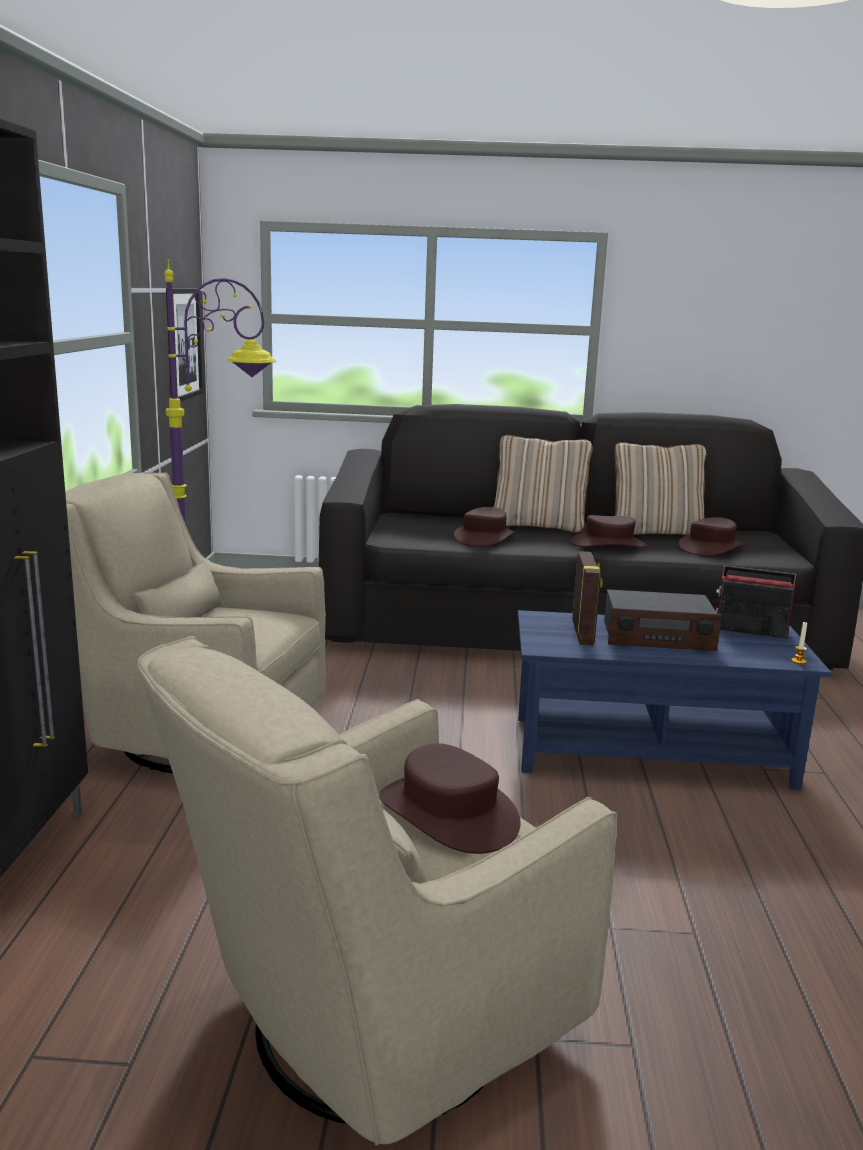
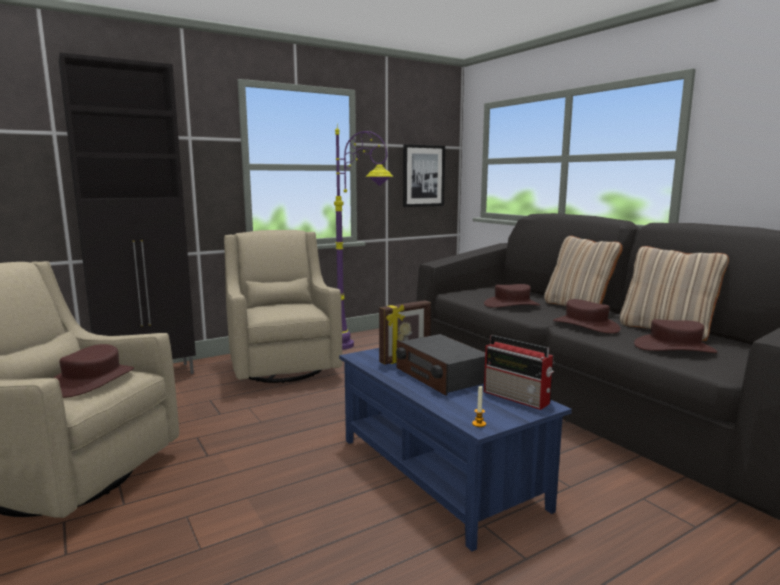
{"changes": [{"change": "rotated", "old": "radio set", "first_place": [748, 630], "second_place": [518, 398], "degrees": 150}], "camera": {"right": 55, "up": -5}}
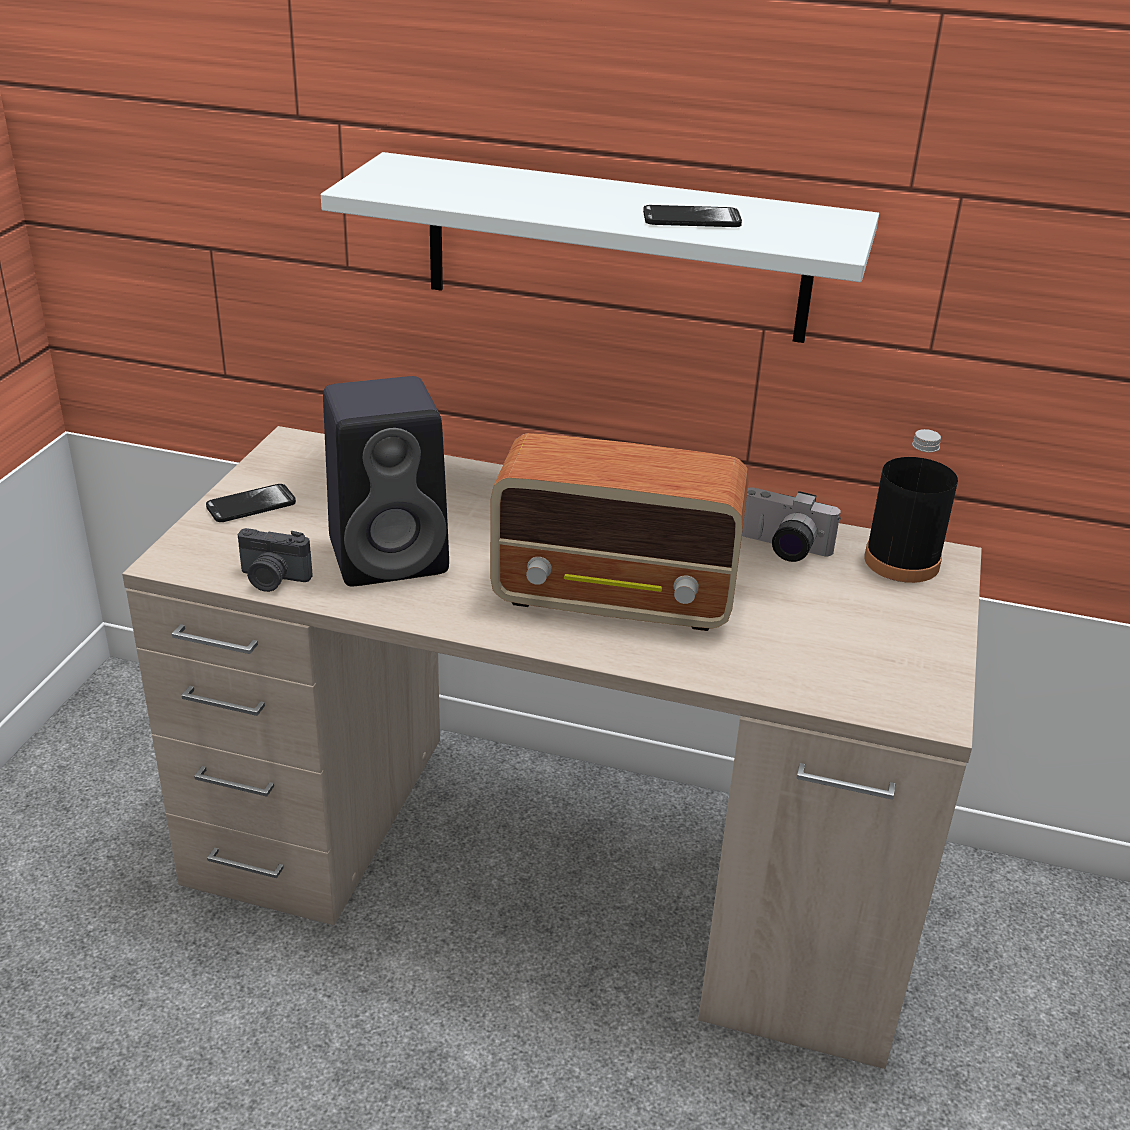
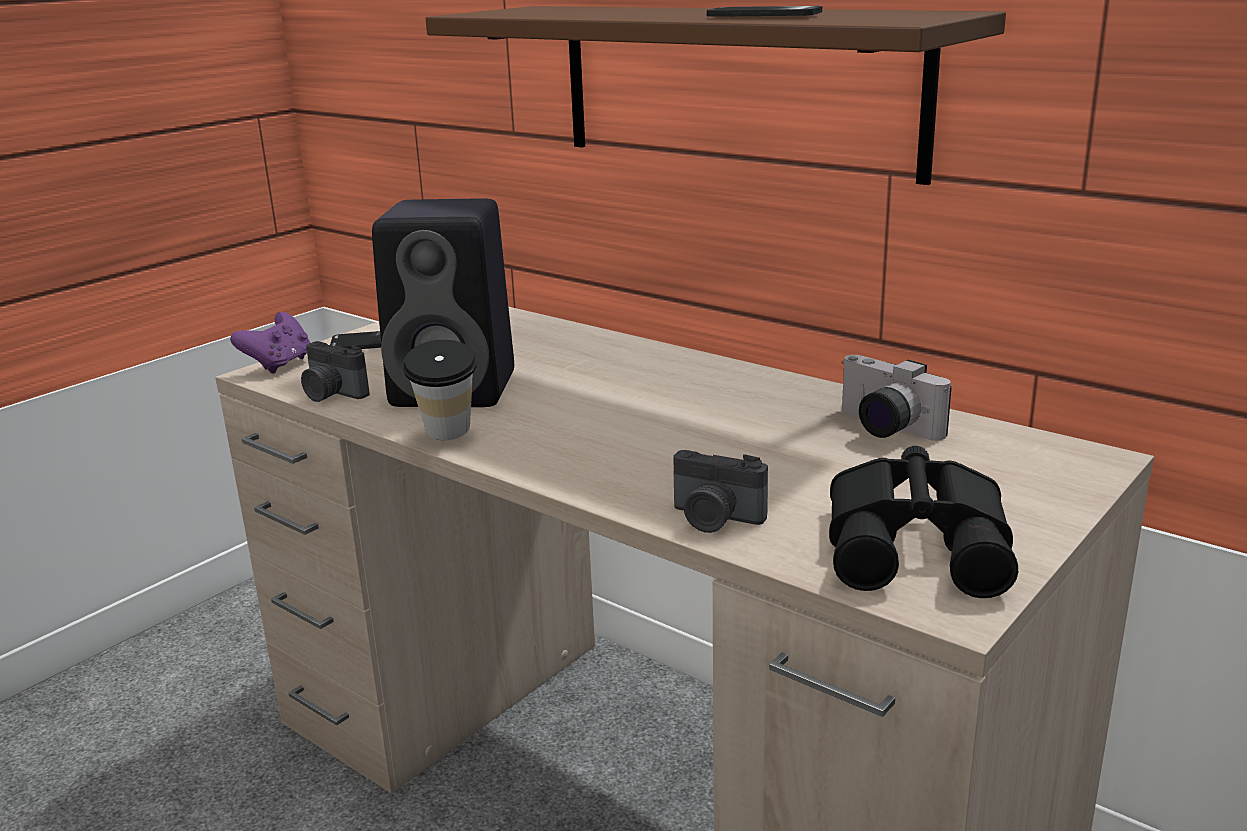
{"changes": [{"change": "repainted", "old": "whitish wall shelf", "new": "brownish wall shelf", "first_place": [616, 249], "second_place": [734, 87]}, {"change": "gone", "old": "blackish beverage bottle", "first_place": [901, 561]}, {"change": "gone", "old": "radio set", "first_place": [617, 597]}, {"change": "new", "new": "purple-coloured gamepad", "second_place": [279, 365]}, {"change": "new", "new": "small cup", "second_place": [448, 438]}, {"change": "new", "new": "blackish binoculars", "second_place": [920, 544]}, {"change": "new", "new": "still camera", "second_place": [714, 519]}], "camera": {"right": 25, "up": -10}}
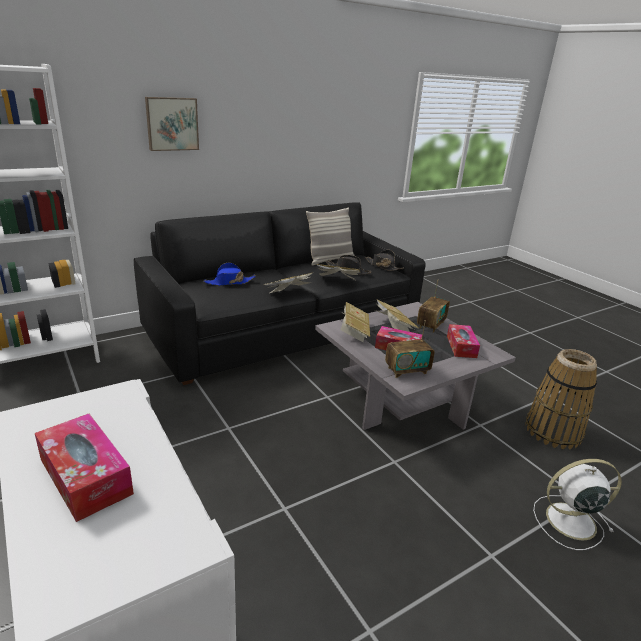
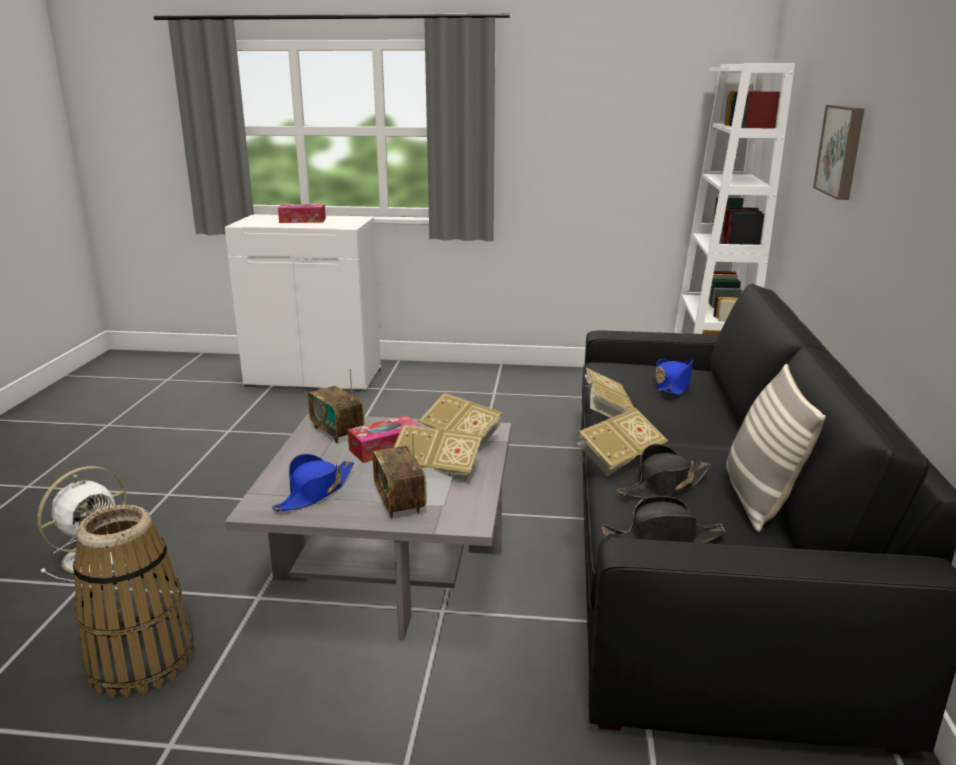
{"changes": [{"change": "rotated", "old": "radio set", "first_place": [407, 370], "second_place": [337, 432], "degrees": -60}, {"change": "swapped", "old": "tissue holder", "new": "blue-coloured wearable hat", "first_place": [461, 346], "second_place": [315, 492]}], "camera": {"right": 130, "up": -5}}
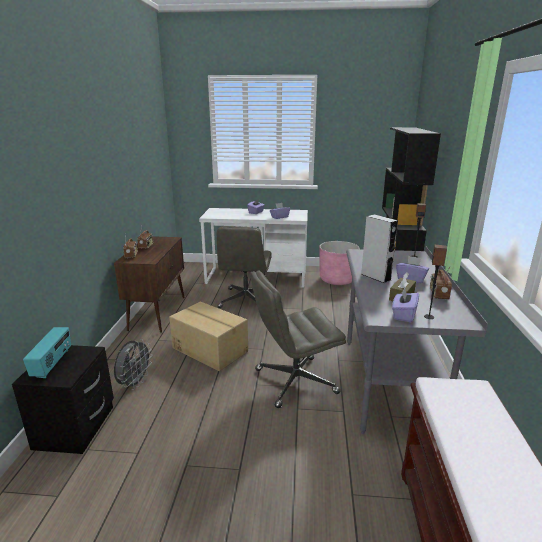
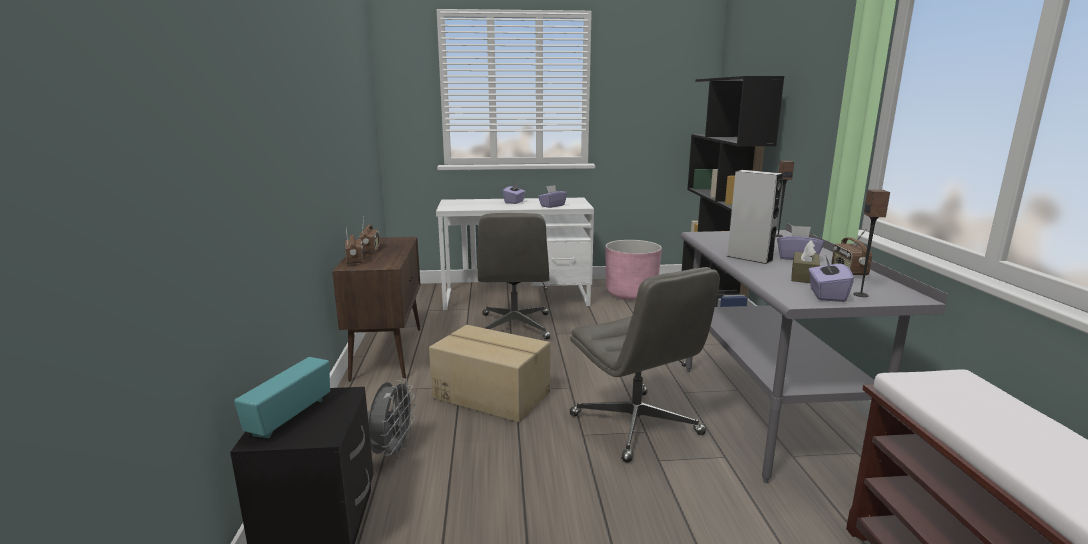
{"changes": [{"change": "rotated", "old": "gray office chair", "first_place": [294, 381], "second_place": [637, 425], "degrees": -90}, {"change": "rotated", "old": "radio set", "first_place": [53, 363], "second_place": [289, 416], "degrees": -150}], "camera": {"right": -10, "up": -5}}
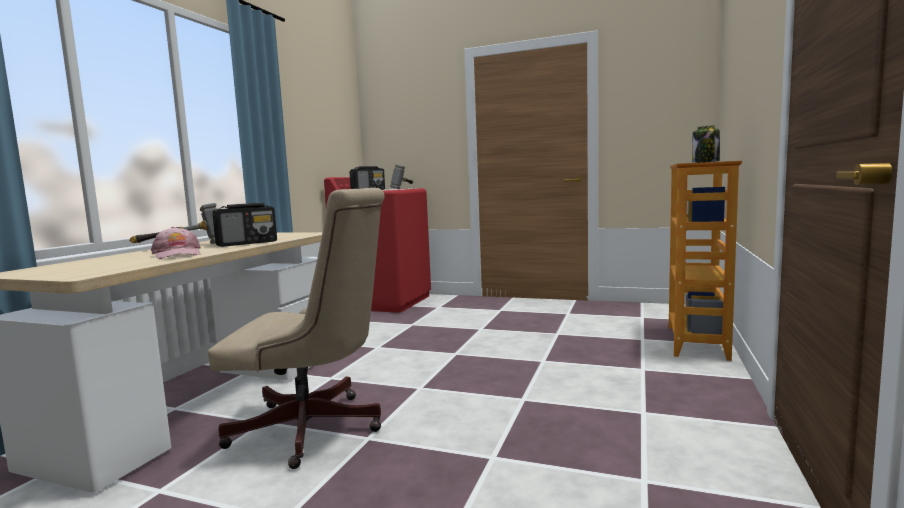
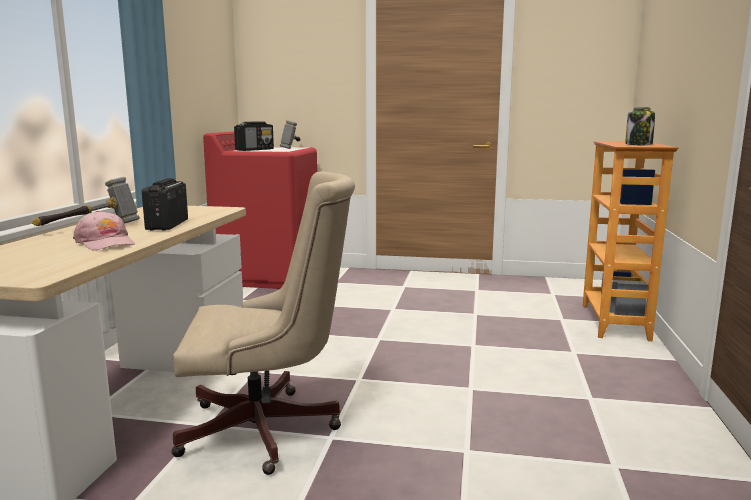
{"changes": [{"change": "rotated", "old": "radio set", "first_place": [247, 243], "second_place": [167, 225], "degrees": 135}], "camera": {"right": -10, "up": 5}}
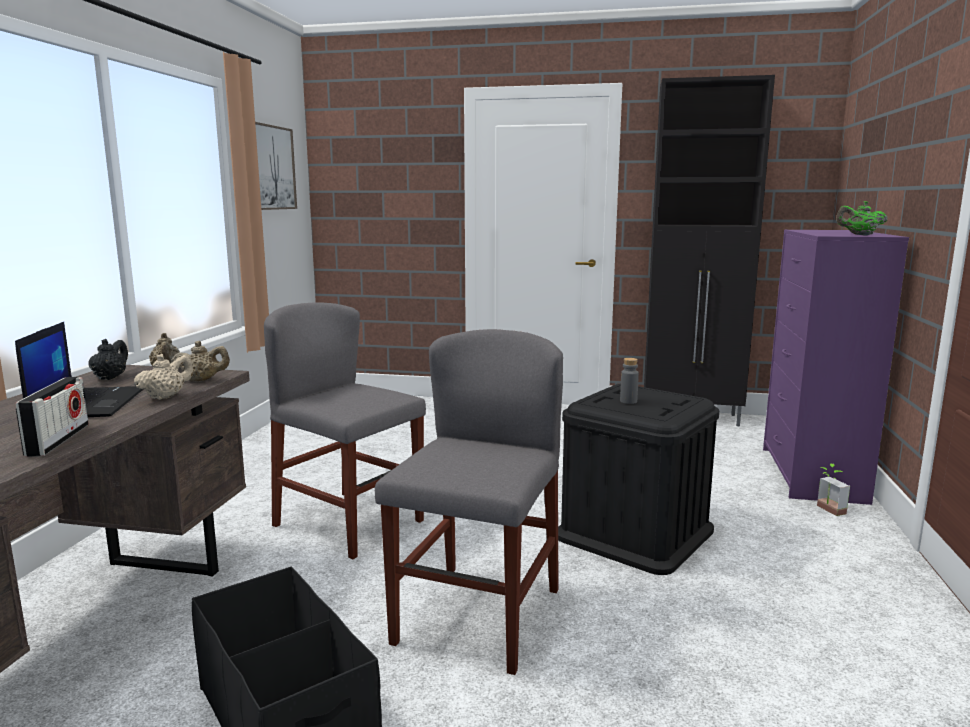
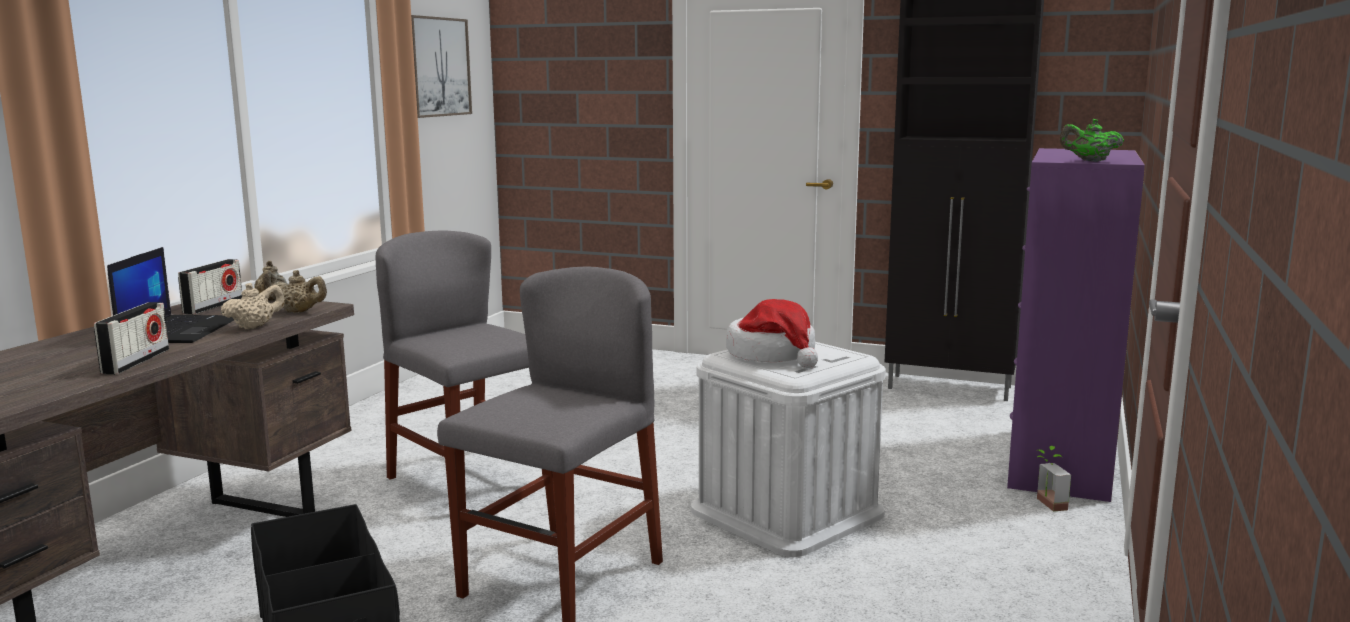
{"changes": [{"change": "swapped", "old": "blackish pot for tea", "new": "radio set", "first_place": [110, 378], "second_place": [213, 306]}, {"change": "swapped", "old": "gray beverage bottle", "new": "wearable hat", "first_place": [628, 401], "second_place": [773, 355]}, {"change": "repainted", "old": "blackish storage box", "new": "whitish storage box", "first_place": [634, 532], "second_place": [787, 512]}], "camera": {"right": 10, "up": 0}}
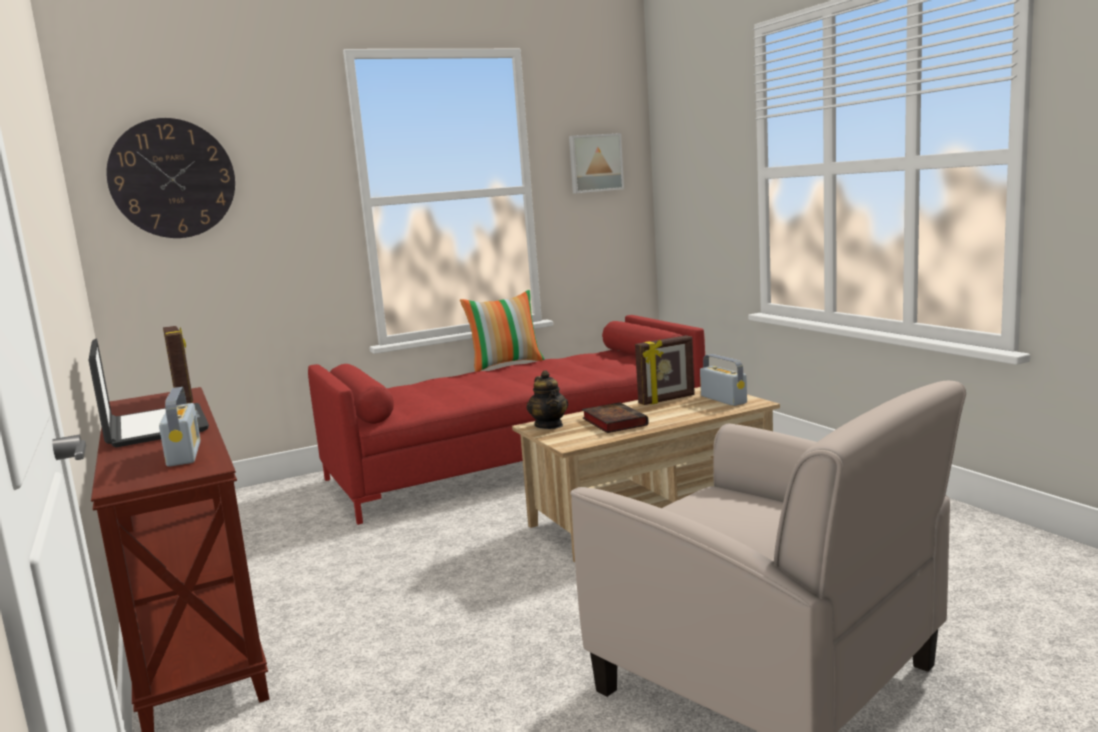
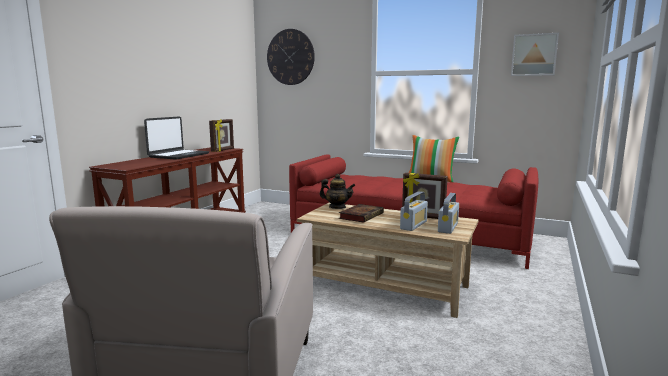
{"changes": [{"change": "rotated", "old": "pot for tea", "first_place": [549, 425], "second_place": [337, 207], "degrees": -105}, {"change": "shifted", "old": "radio set", "first_place": [184, 454], "second_place": [413, 225]}], "camera": {"right": 50, "up": 0}}
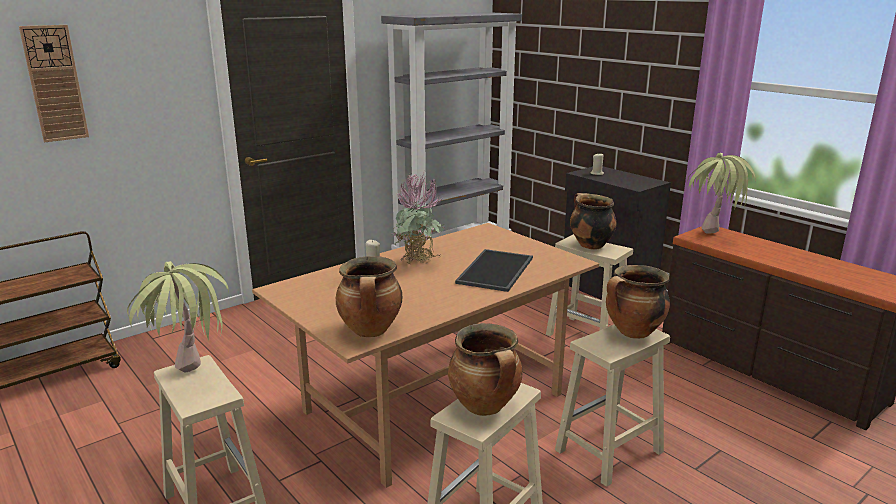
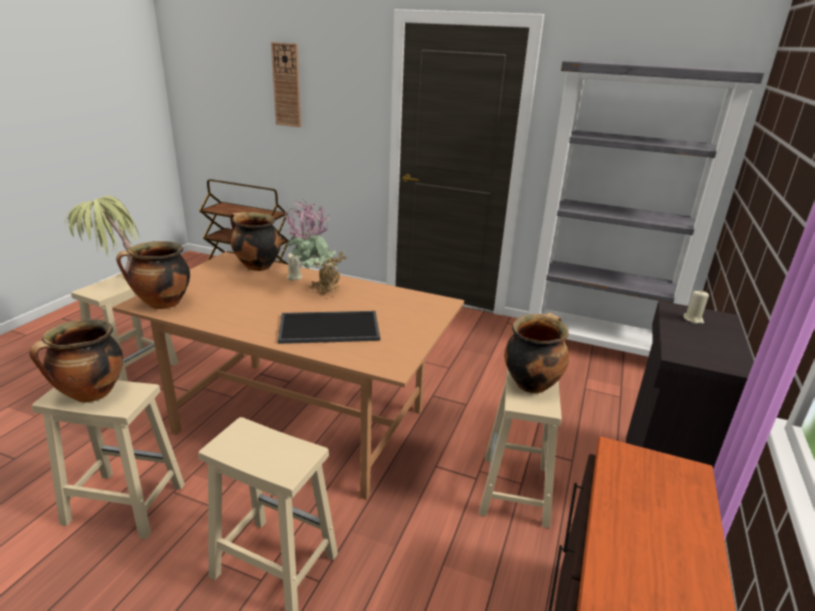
{"changes": [{"change": "gone", "old": "plant in a pot", "first_place": [711, 239]}, {"change": "shifted", "old": "cooking pot", "first_place": [633, 333], "second_place": [256, 266]}], "camera": {"right": 60, "up": 5}}
